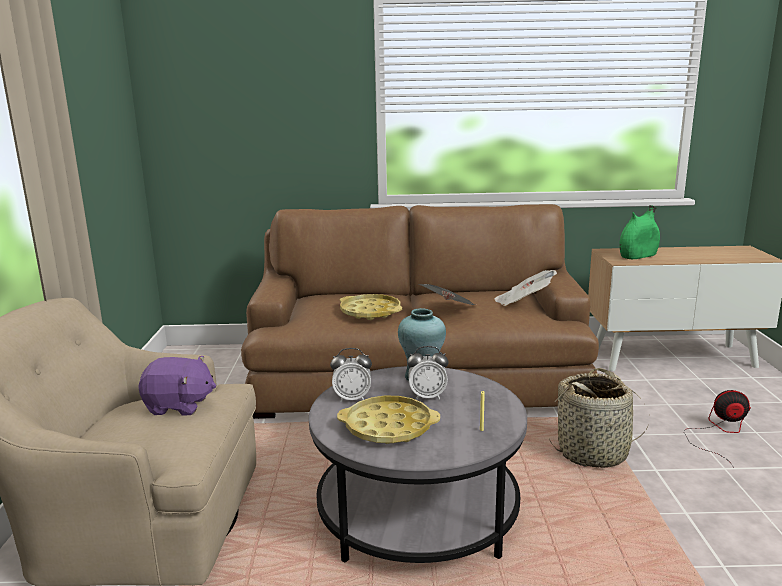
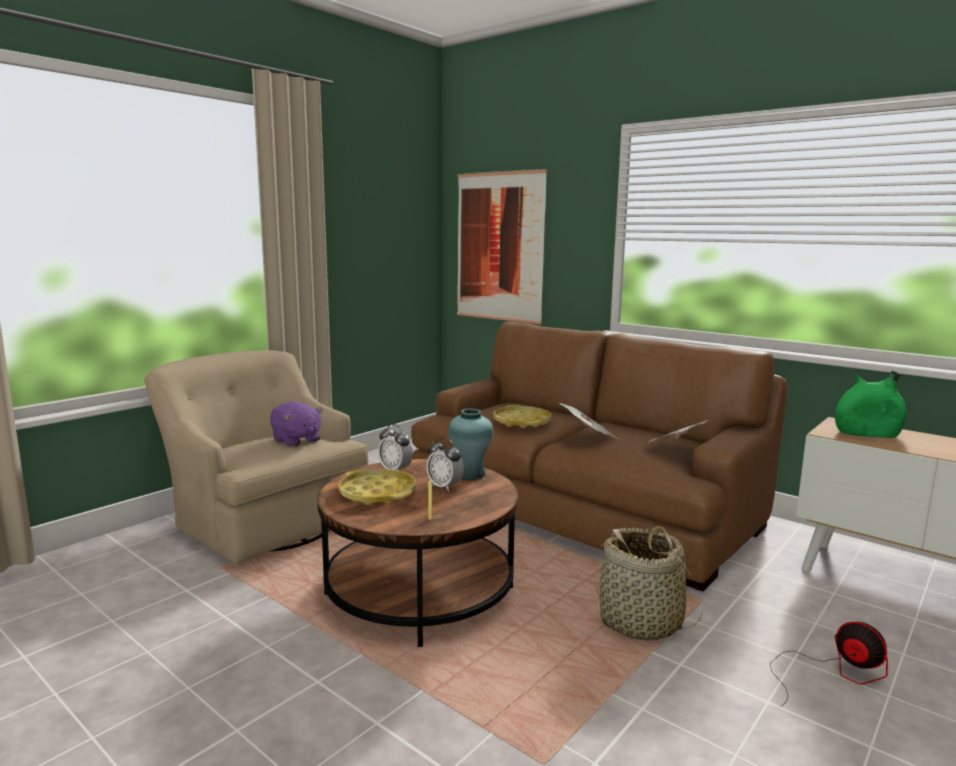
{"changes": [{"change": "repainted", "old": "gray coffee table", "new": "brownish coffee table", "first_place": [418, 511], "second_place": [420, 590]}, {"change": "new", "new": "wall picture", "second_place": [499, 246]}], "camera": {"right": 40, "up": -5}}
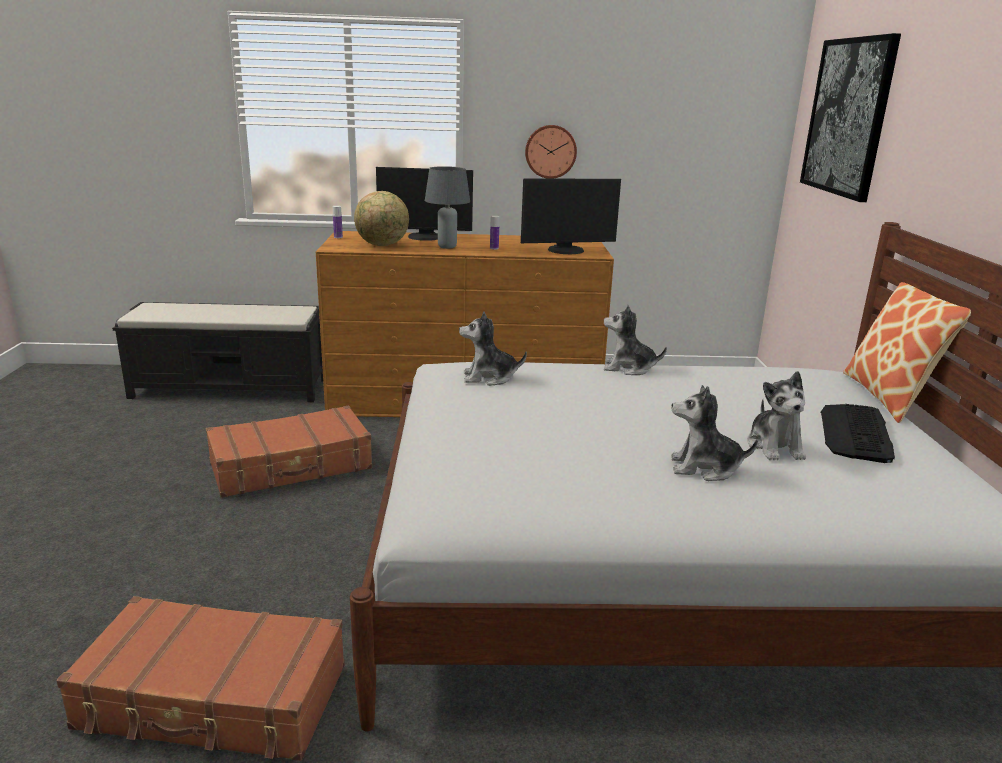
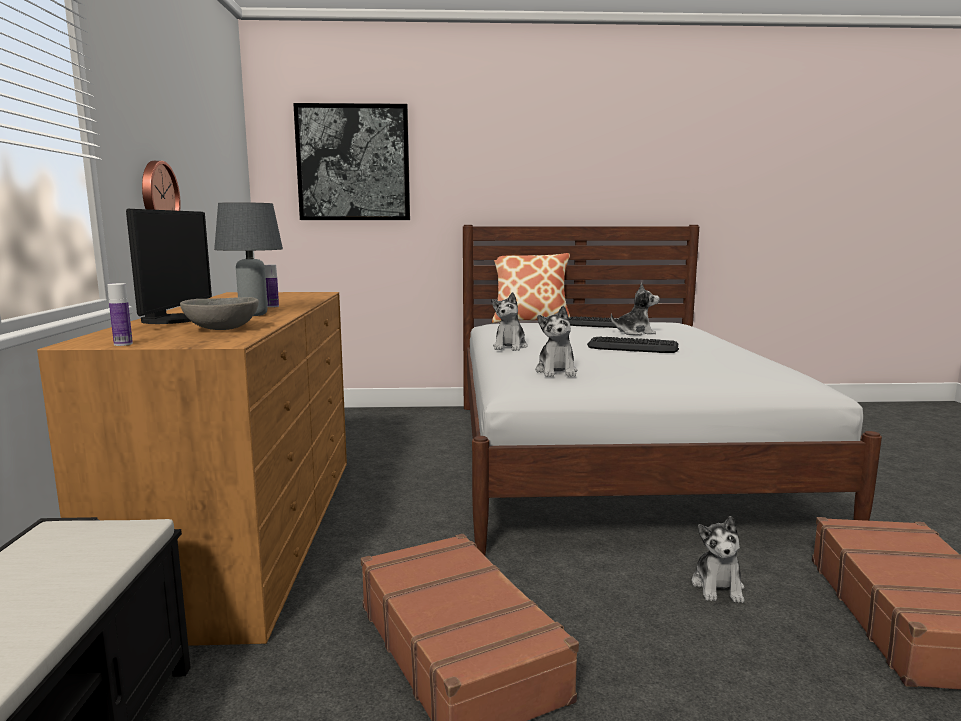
{"changes": [{"change": "gone", "old": "computer display", "first_place": [566, 251]}, {"change": "swapped", "old": "desk globe", "new": "gray serving bowl", "first_place": [382, 245], "second_place": [223, 329]}, {"change": "shifted", "old": "cuddly toy", "first_place": [704, 468], "second_place": [718, 586]}, {"change": "new", "new": "computer keyboard", "second_place": [632, 347]}], "camera": {"right": -90, "up": -10}}
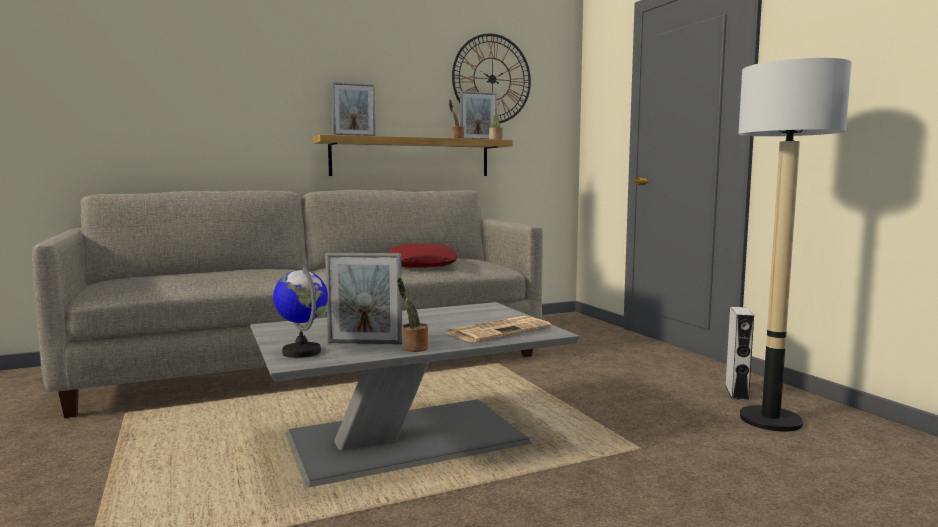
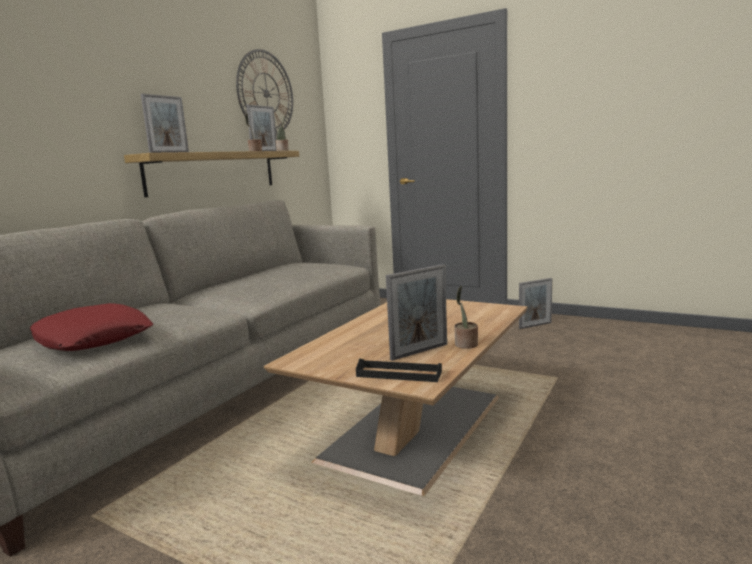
{"changes": [{"change": "gone", "old": "standard lamp", "first_place": [770, 419]}, {"change": "shifted", "old": "red pillow", "first_place": [422, 264], "second_place": [93, 338]}, {"change": "swapped", "old": "desk globe", "new": "blackish serving tray", "first_place": [302, 352], "second_place": [399, 374]}, {"change": "repainted", "old": "gray coffee table", "new": "brownish coffee table", "first_place": [411, 438], "second_place": [416, 425]}, {"change": "swapped", "old": "gray speaker", "new": "picture frame", "first_place": [736, 392], "second_place": [535, 325]}, {"change": "gone", "old": "printed paper", "first_place": [499, 330]}], "camera": {"right": -35, "up": 5}}
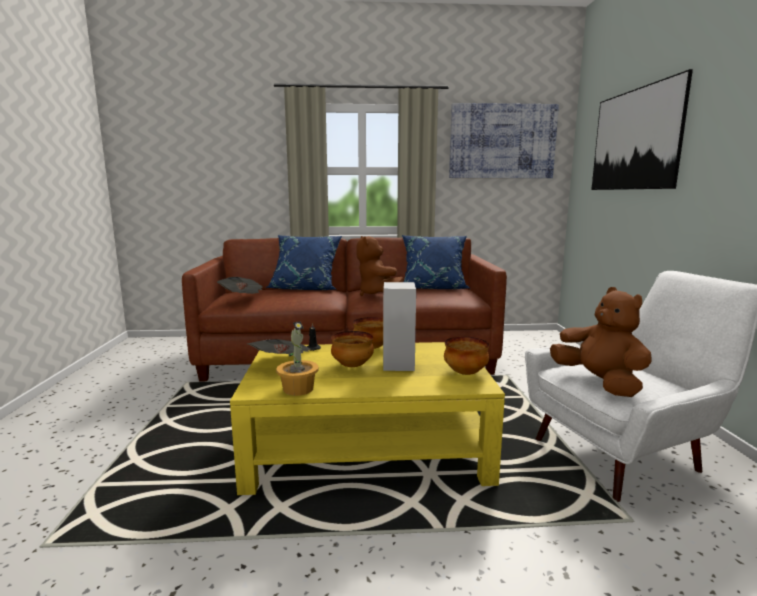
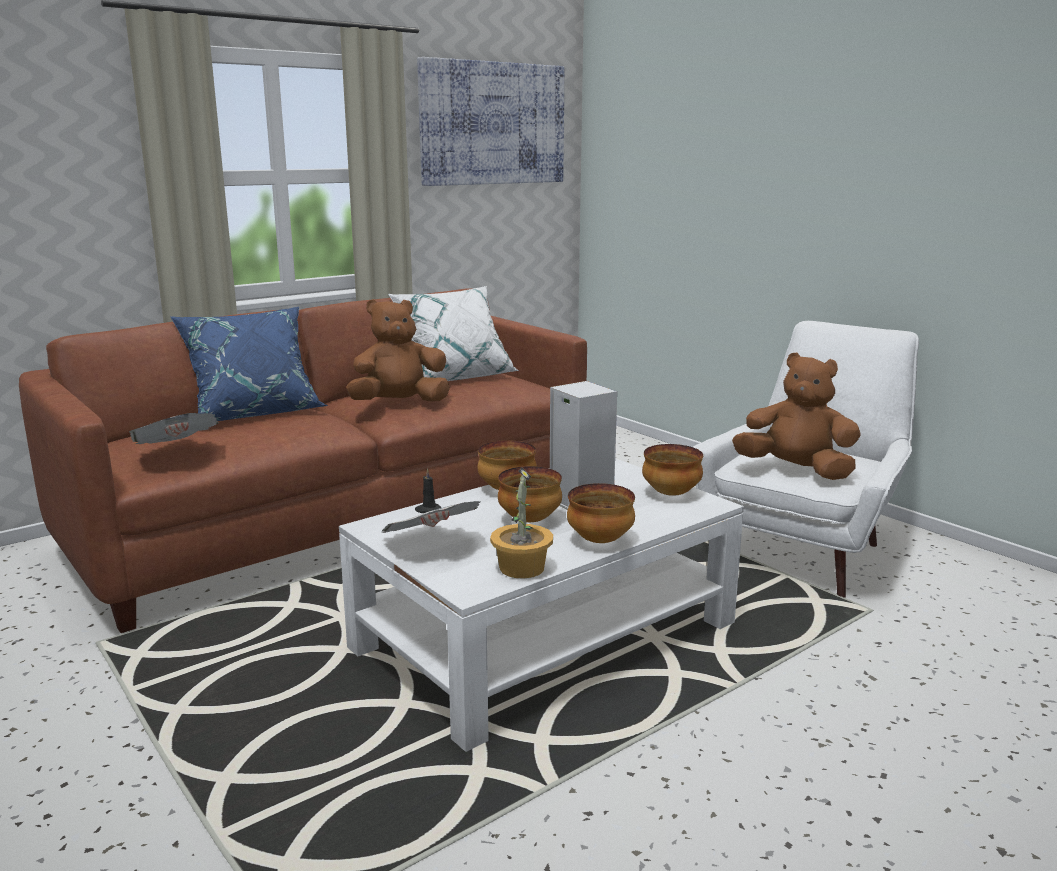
{"changes": [{"change": "gone", "old": "wall picture", "first_place": [634, 139]}, {"change": "repainted", "old": "blue-coloured pillow", "new": "whitish pillow", "first_place": [433, 287], "second_place": [455, 377]}, {"change": "rotated", "old": "brownish cuddly toy", "first_place": [377, 294], "second_place": [399, 403], "degrees": 120}, {"change": "repainted", "old": "yellow-coloured coffee table", "new": "whitish coffee table", "first_place": [368, 448], "second_place": [546, 635]}, {"change": "new", "new": "serving bowl", "second_place": [601, 540]}], "camera": {"right": -35, "up": 5}}
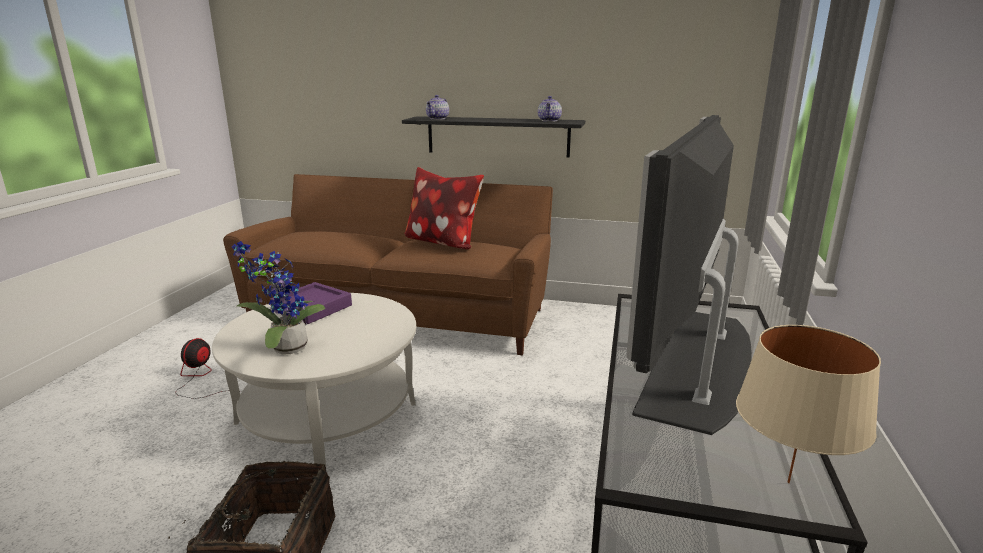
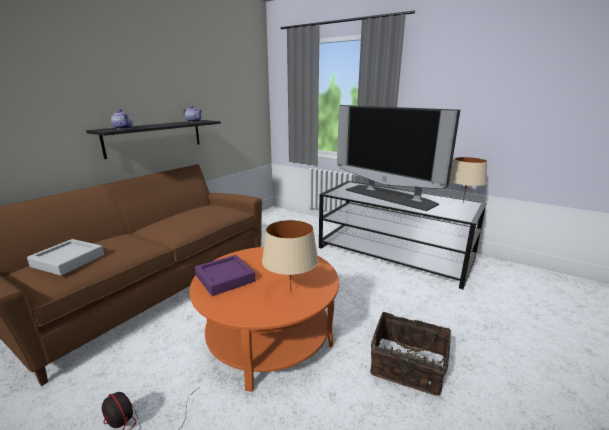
{"changes": [{"change": "gone", "old": "pillow", "first_place": [442, 243]}, {"change": "swapped", "old": "plant in a pot", "new": "beige lamp for a table", "first_place": [285, 348], "second_place": [290, 291]}, {"change": "repainted", "old": "whitish coffee table", "new": "orange-coloured coffee table", "first_place": [328, 412], "second_place": [268, 337]}, {"change": "new", "new": "gray serving tray", "second_place": [68, 261]}], "camera": {"right": -70, "up": 0}}
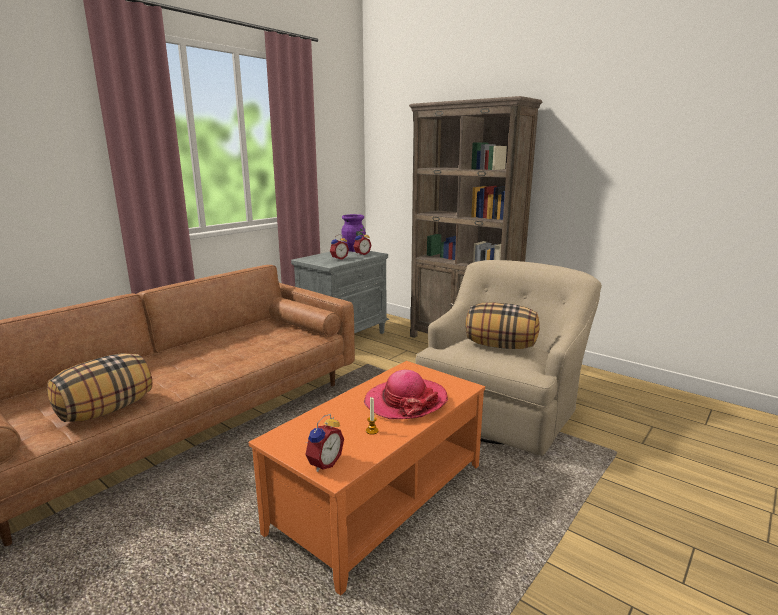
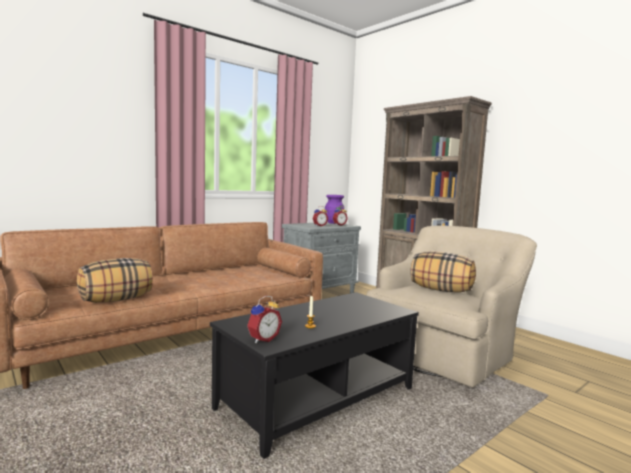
{"changes": [{"change": "repainted", "old": "orange-coloured coffee table", "new": "blackish coffee table", "first_place": [378, 497], "second_place": [316, 398]}, {"change": "gone", "old": "wearable hat", "first_place": [405, 401]}], "camera": {"right": 10, "up": -10}}
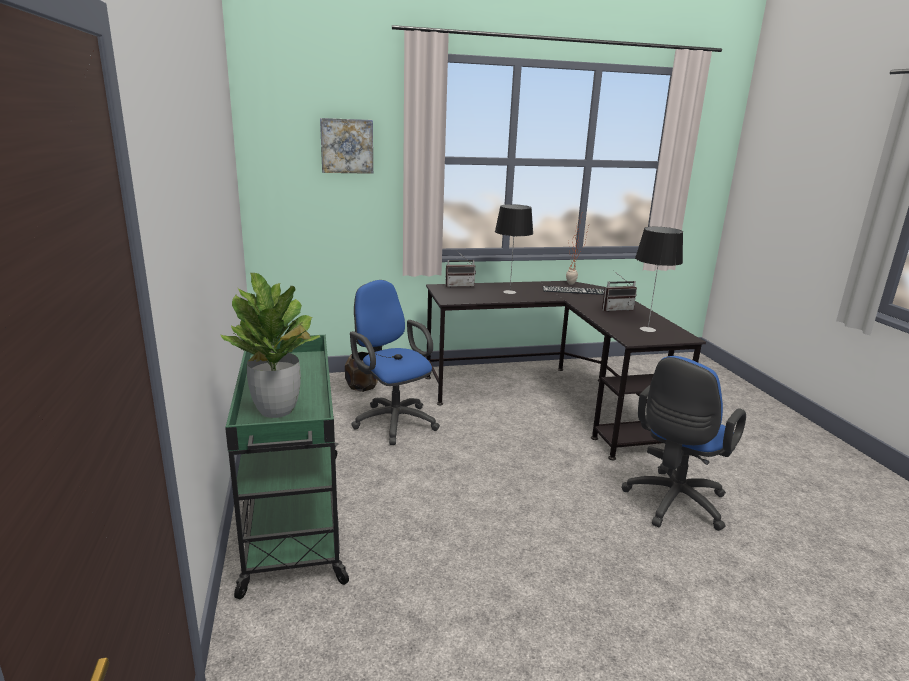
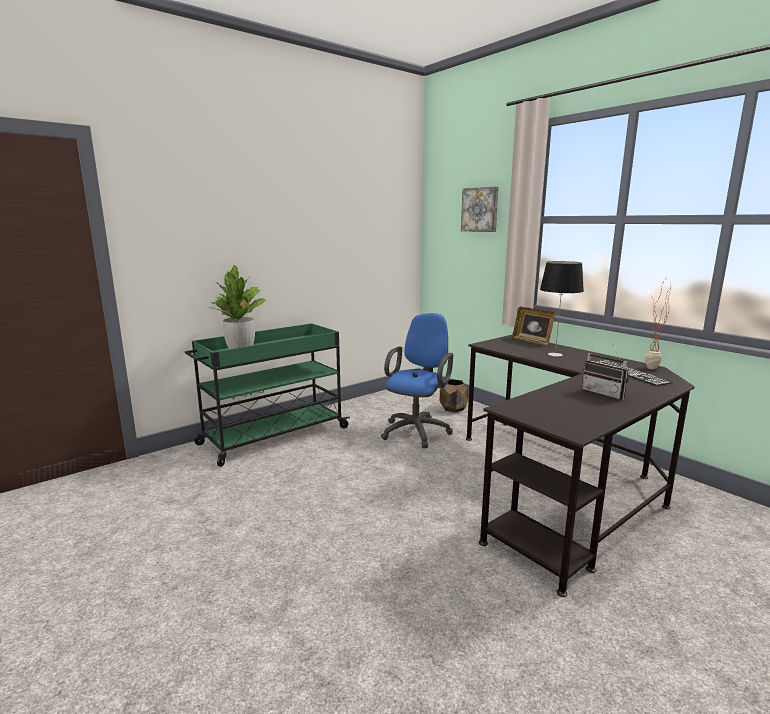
{"changes": [{"change": "gone", "old": "lamp for a table", "first_place": [648, 329]}, {"change": "swapped", "old": "radio set", "new": "picture frame", "first_place": [459, 285], "second_place": [532, 341]}, {"change": "gone", "old": "blue-coloured office chair", "first_place": [672, 504]}], "camera": {"right": 65, "up": -5}}
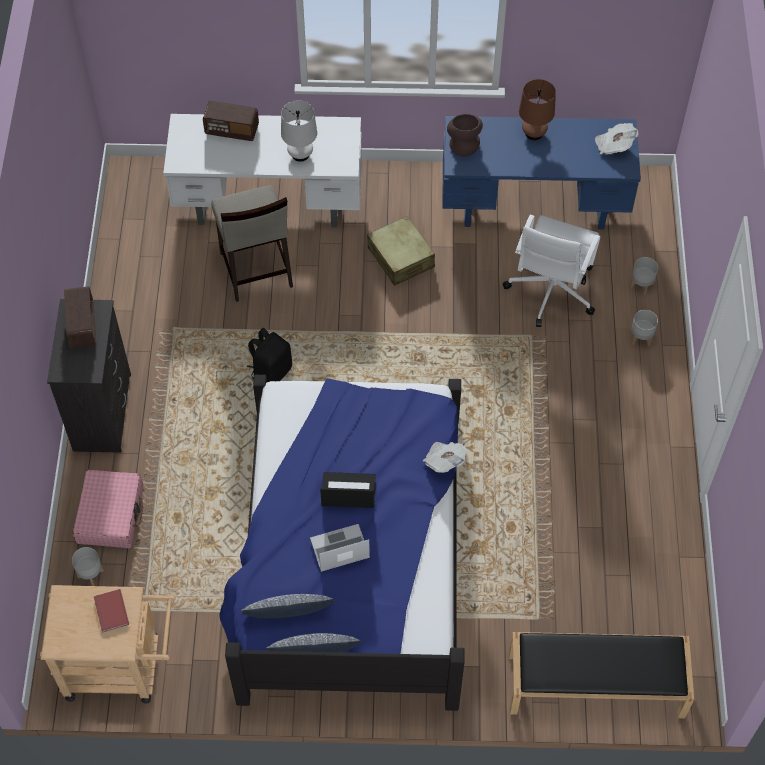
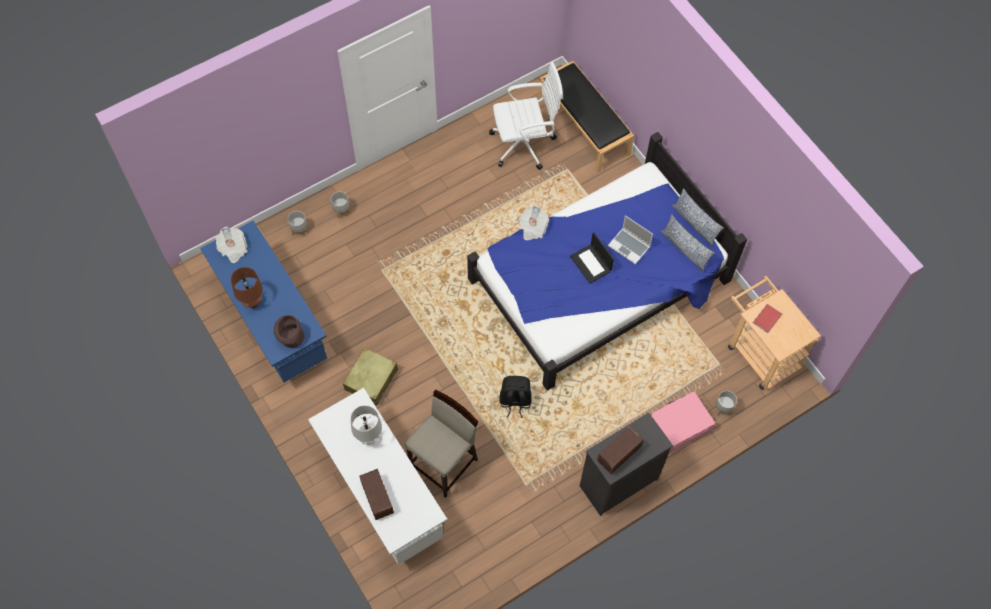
{"changes": [{"change": "shifted", "old": "whitish office chair", "first_place": [550, 292], "second_place": [525, 144]}], "camera": {"right": -125, "up": 5}}
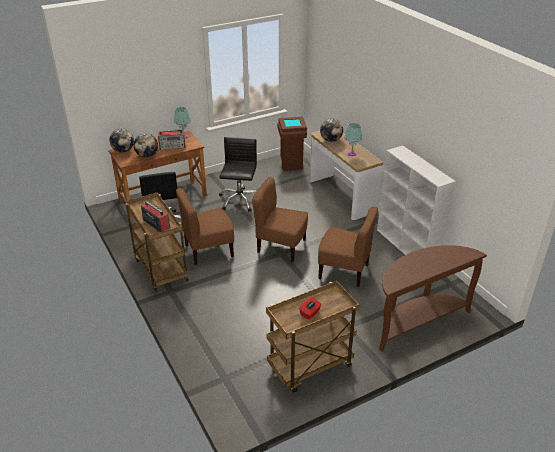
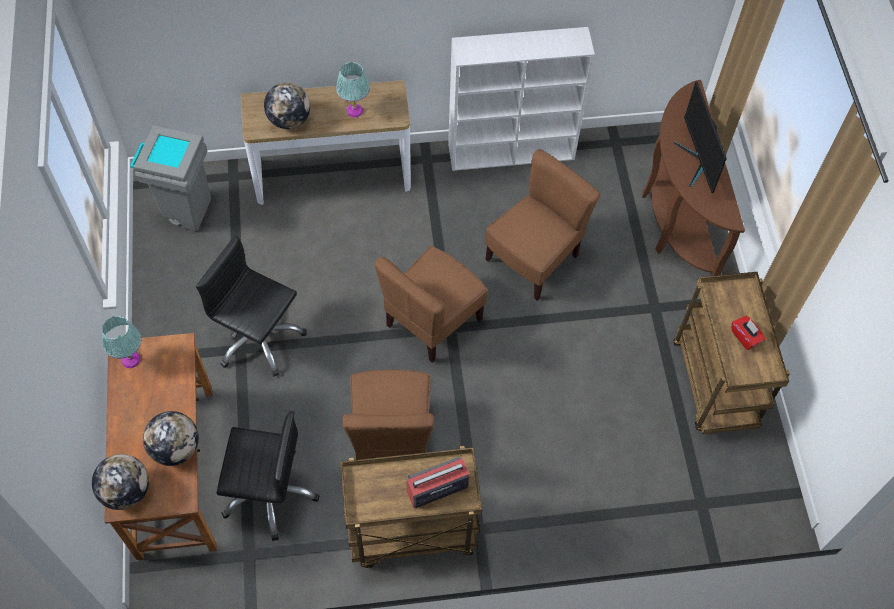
{"changes": [{"change": "repainted", "old": "brownish rubbish bin", "new": "gray rubbish bin", "first_place": [291, 165], "second_place": [184, 210]}, {"change": "gone", "old": "radio set", "first_place": [172, 147]}, {"change": "new", "new": "computer display", "second_place": [698, 162]}], "camera": {"right": -70, "up": 25}}
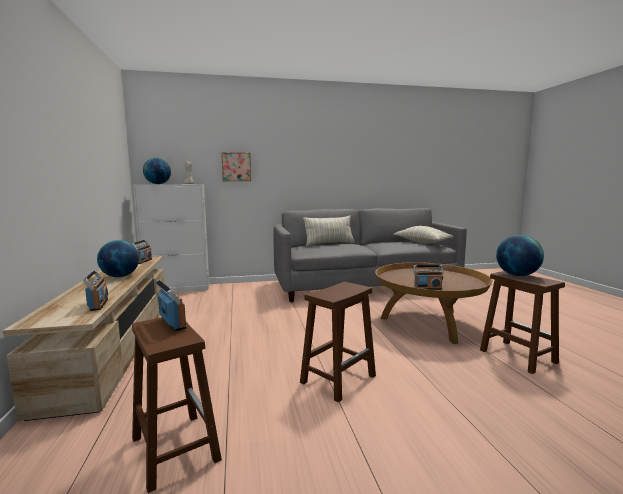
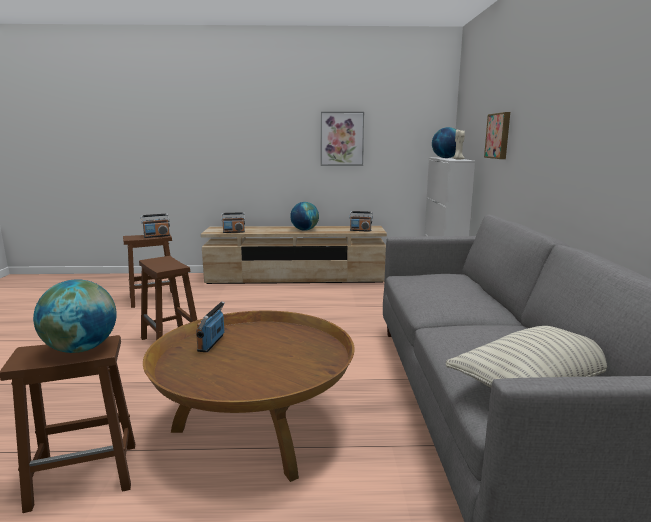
{"changes": [{"change": "gone", "old": "pillow", "first_place": [329, 244]}, {"change": "new", "new": "wall picture", "second_place": [342, 139]}], "camera": {"right": 100, "up": 5}}
